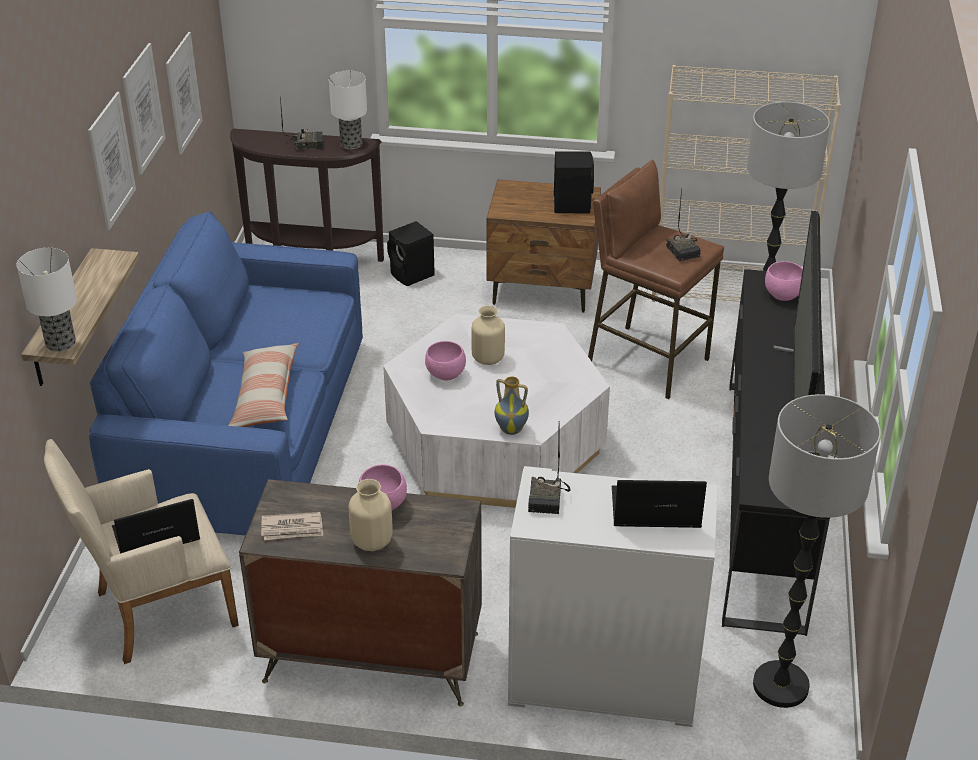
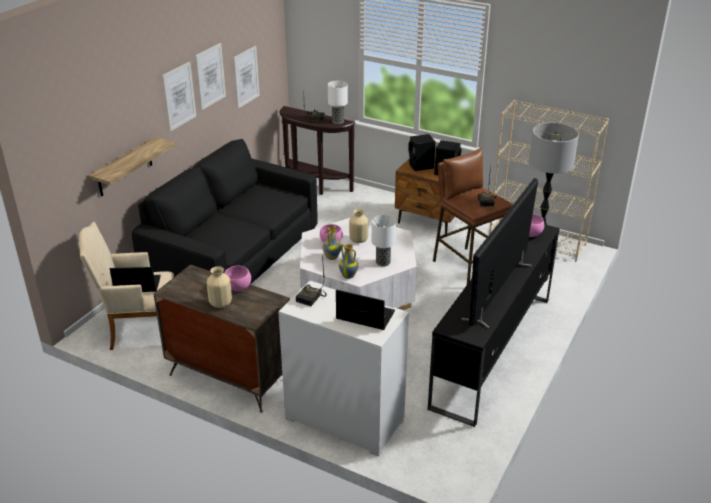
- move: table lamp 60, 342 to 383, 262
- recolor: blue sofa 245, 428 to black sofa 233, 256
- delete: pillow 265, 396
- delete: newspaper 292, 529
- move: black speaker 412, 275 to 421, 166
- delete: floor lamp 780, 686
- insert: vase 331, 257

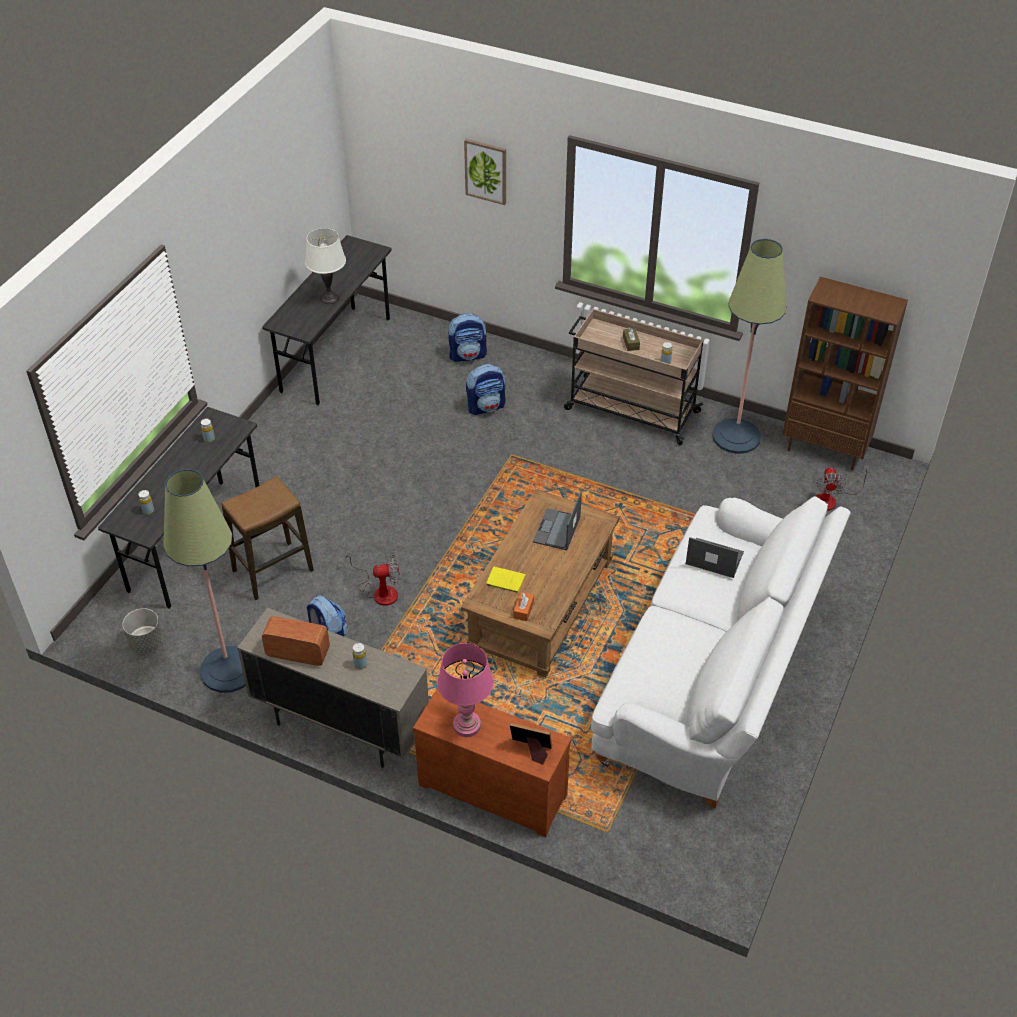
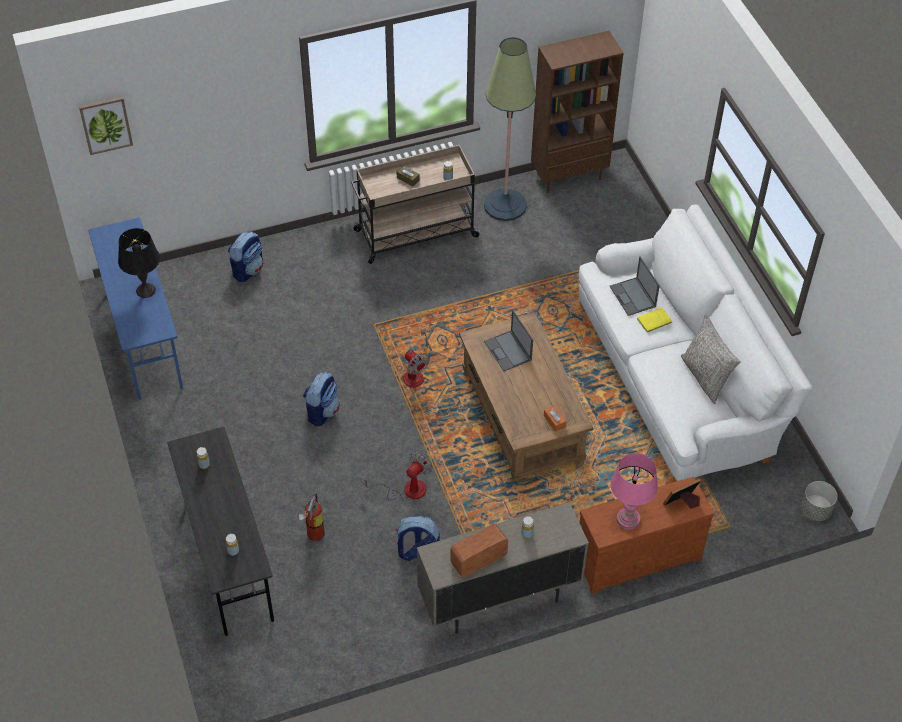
- move: grey planter 146, 643 to 815, 510
- delete: floor lamp 228, 670
- replace: stool 273, 571 to fire extinguisher 313, 535
- recolor: grey desk 336, 354 to blue desk 144, 339
- recolor: white table lamp 329, 298 to black table lamp 145, 290
- move: picture 486, 171 to 106, 124
- move: backpack 486, 406 to 322, 411
- move: yellow book 504, 580 to 653, 321
- rotate: laptop 713, 558 = 633, 297 90 degrees counterclockwise
- move: fan 831, 499 to 415, 373
- insert: grey pillow 705, 377

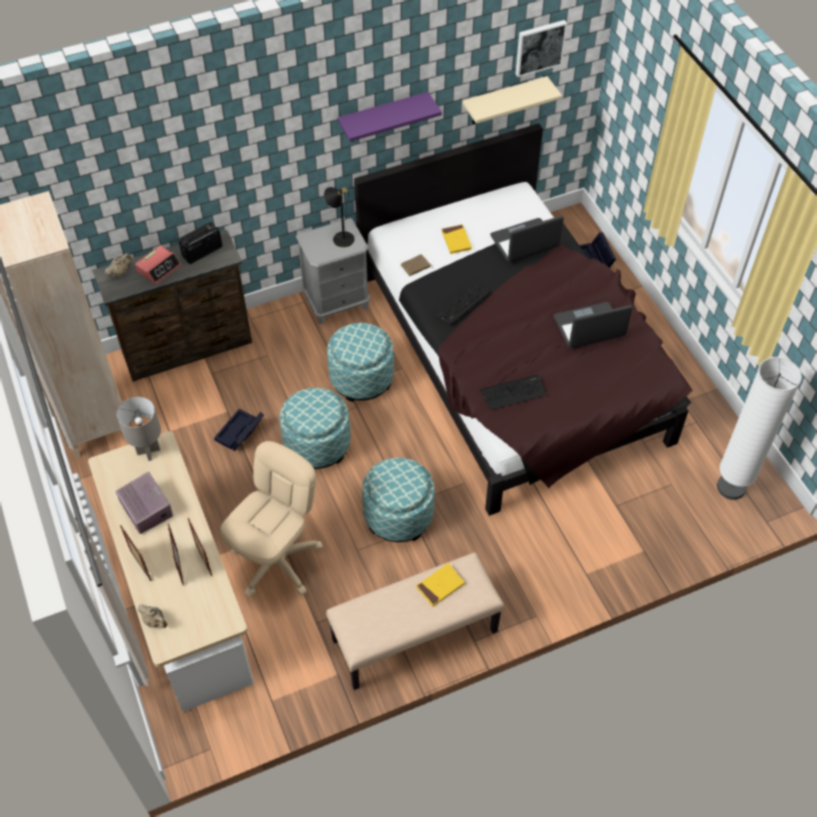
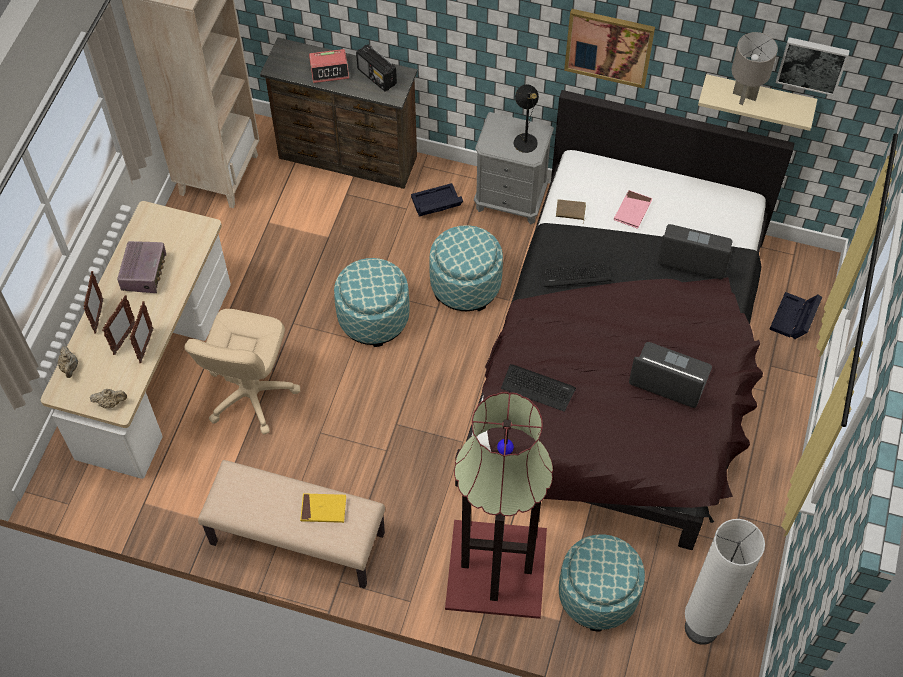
- move: beige teapot 120, 272 to 111, 403
- move: grey table lamp 148, 451 to 744, 95
- rotate: radio 201, 252 = 377, 77 135 degrees counterclockwise
- move: black storage box 240, 434 to 435, 205
- rotate: beige office chair 277, 561 = 250, 394 120 degrees clockwise
- replace: purple shelf 383, 118 to picture 609, 47
- move: ottoman 398, 515 to 597, 595
- recolor: yellow book 456, 240 to pink book 632, 210
- insert: floor lamp 498, 571

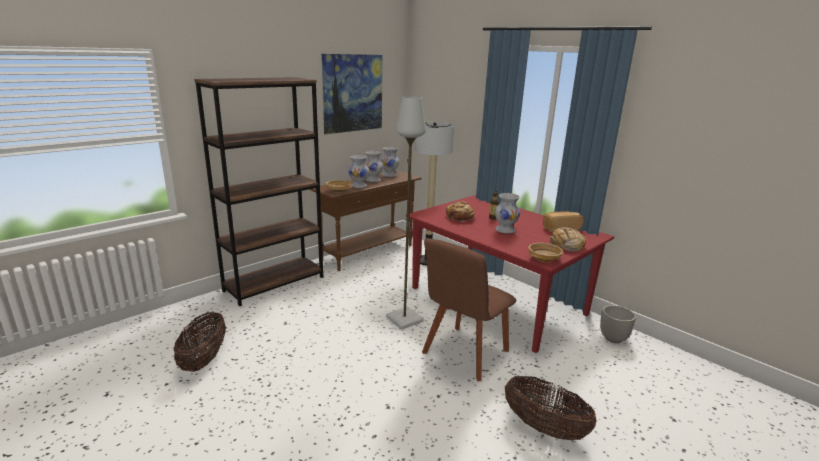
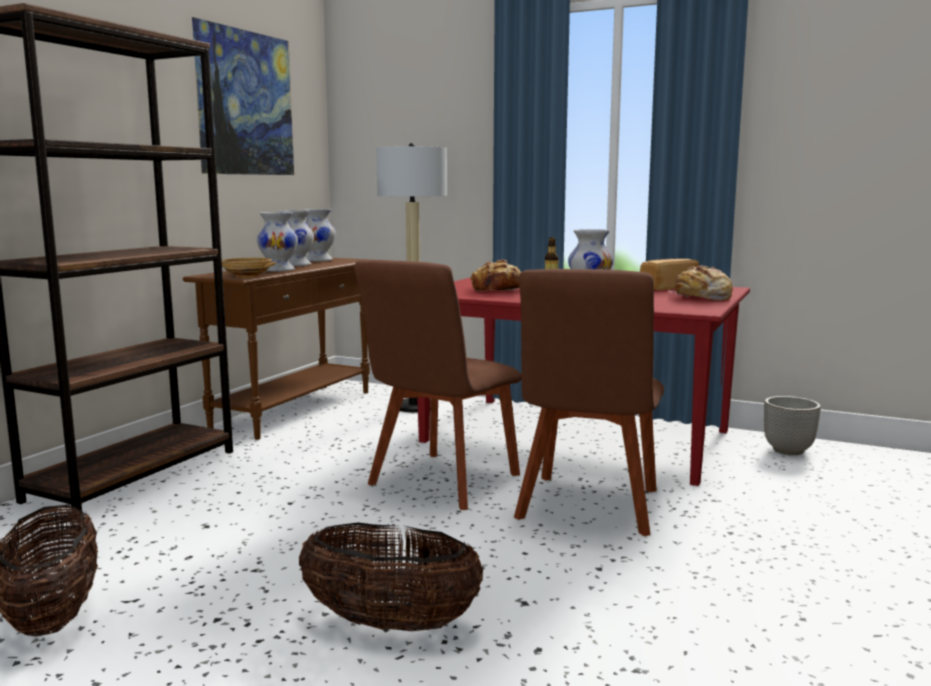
- replace: grey floor lamp 403, 319 to brown chair 440, 482
- move: basket 544, 428 to 390, 623
- delete: beige bowl 544, 258

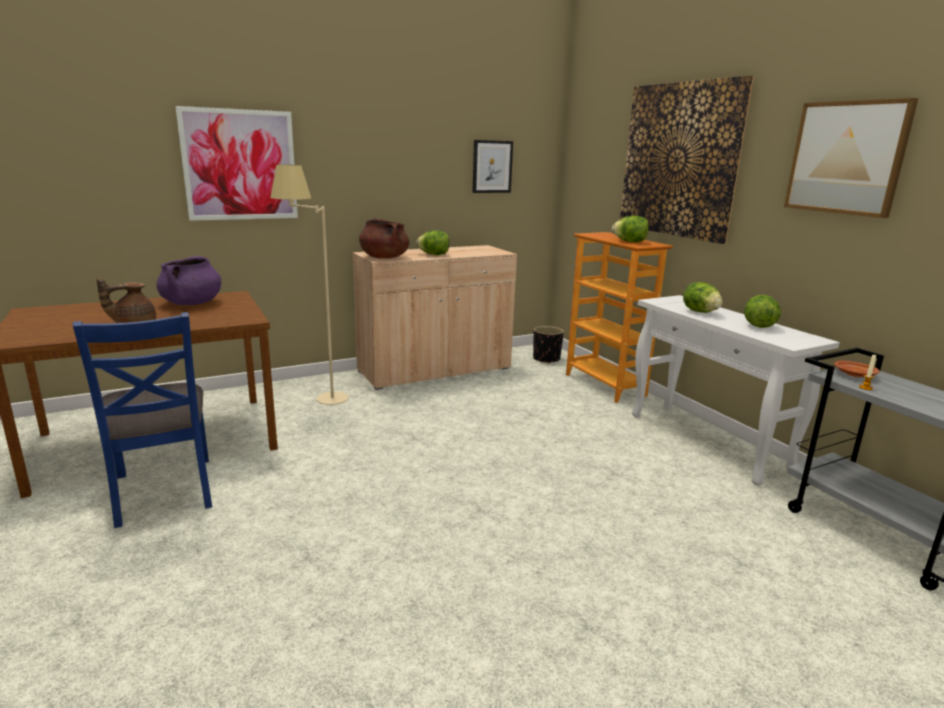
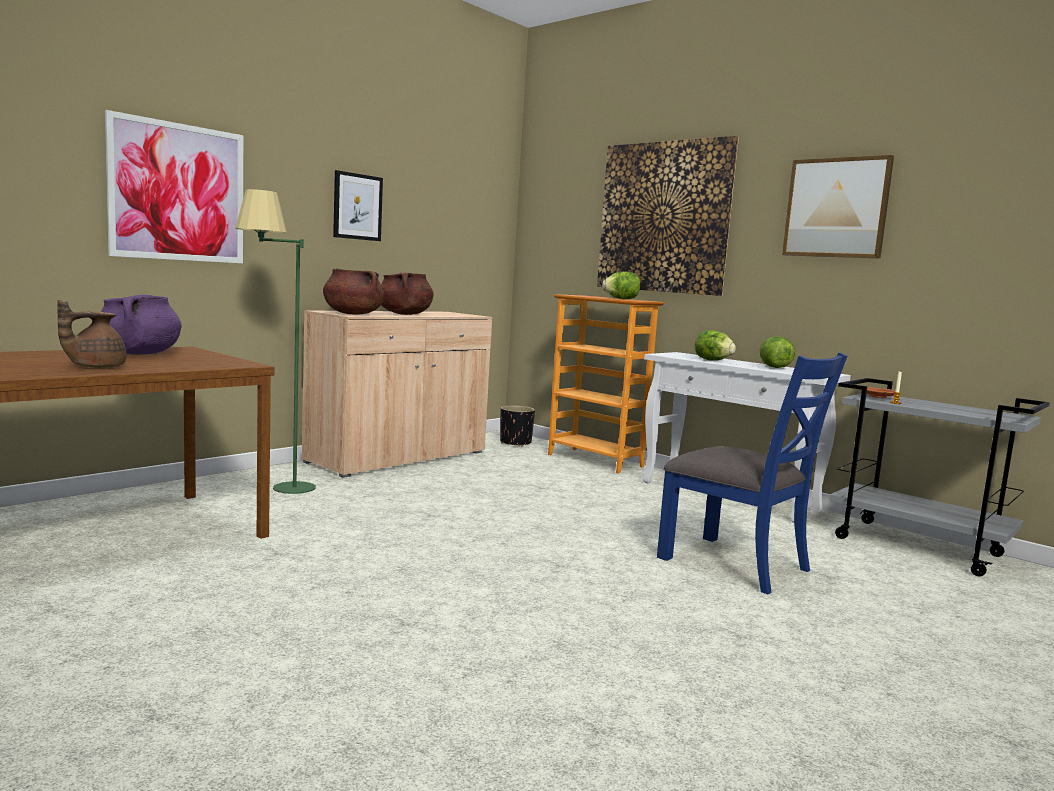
- move: blue chair 163, 490 to 735, 563
- recolor: beige floor lamp 317, 400 to green floor lamp 276, 490
- replace: lettuce 434, 255 to brown cooking pot 404, 314
- move: picture 492, 166 to 357, 206

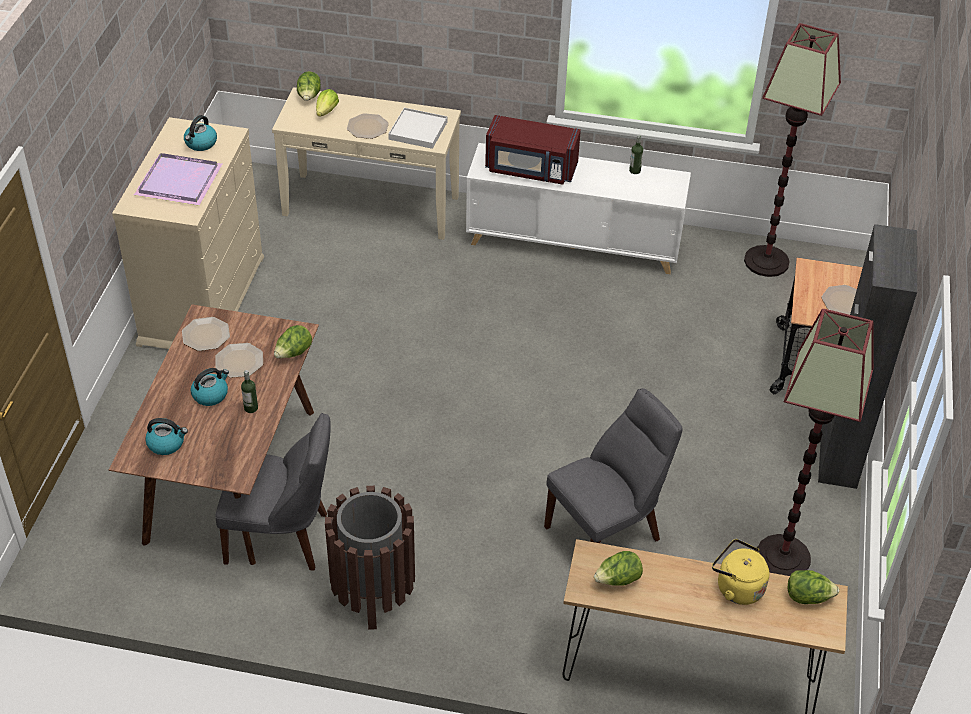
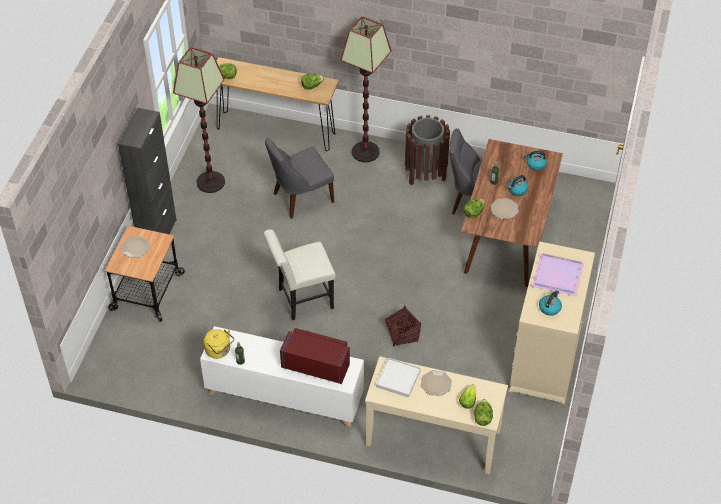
- delete: plate 206, 334
- move: yellow kettle 736, 587 to 219, 351
- move: floor lamp 767, 261 to 365, 152
- insert: white chair 301, 299
- insert: basket 402, 334

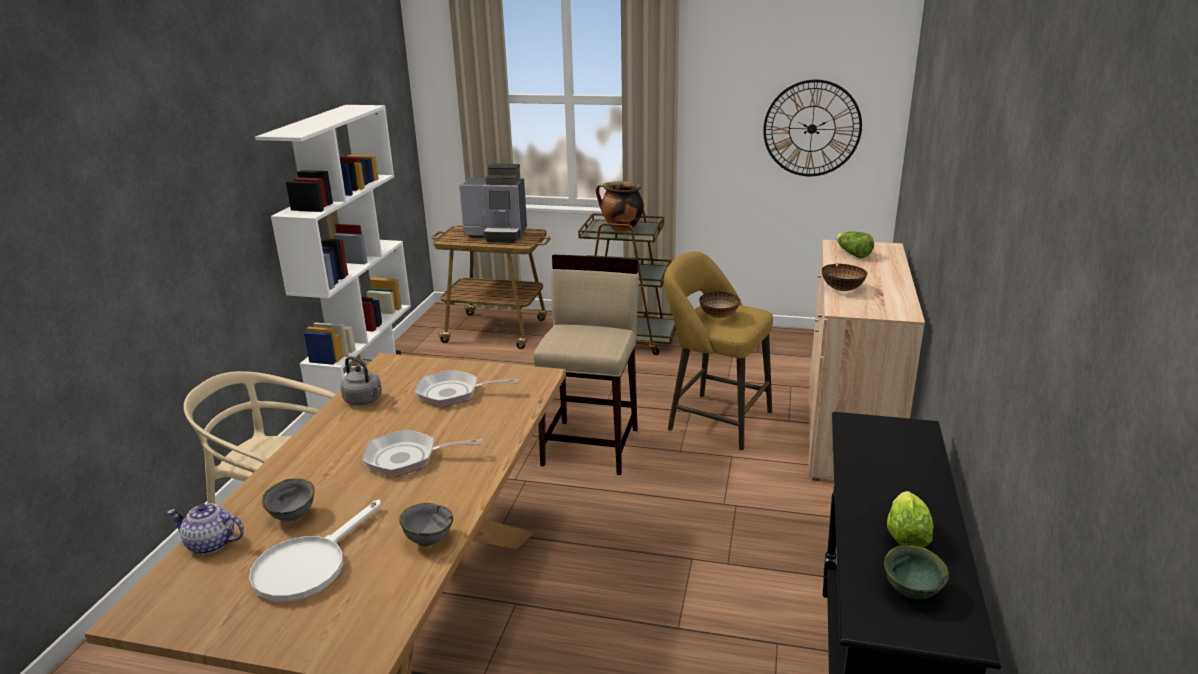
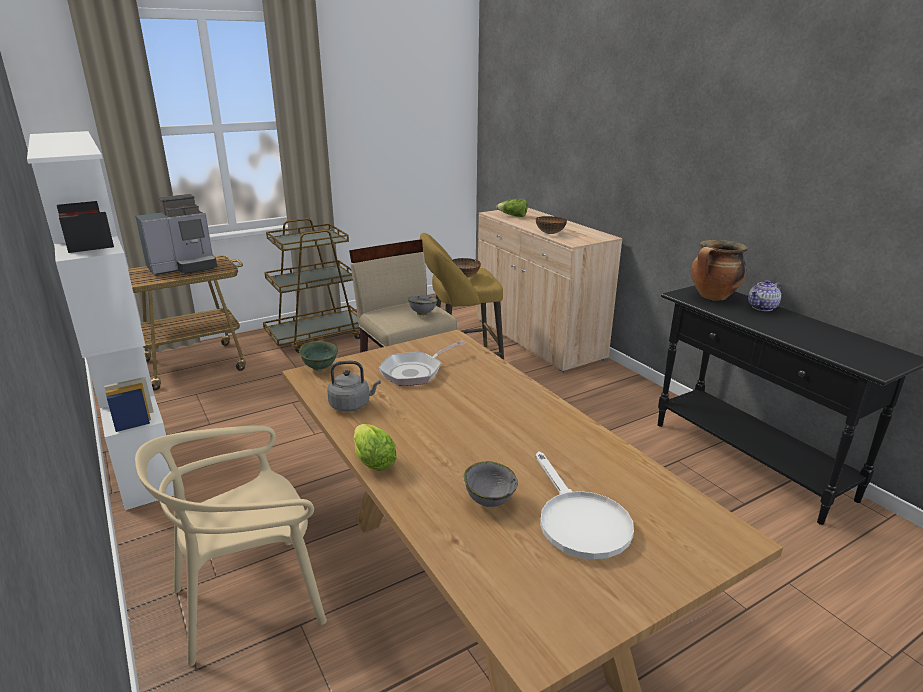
- move: teapot 211, 544 to 762, 307
- delete: frying pan 407, 458
- move: grey bowl 428, 540 to 422, 314
- move: cooking pot 621, 229 to 712, 297
- delete: wall clock 812, 128
- move: green bowl 912, 592 to 320, 368
- move: lettuce 906, 534 to 372, 460

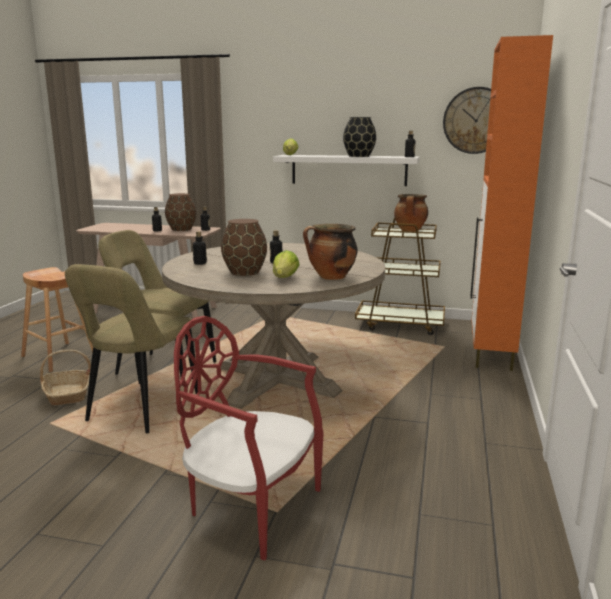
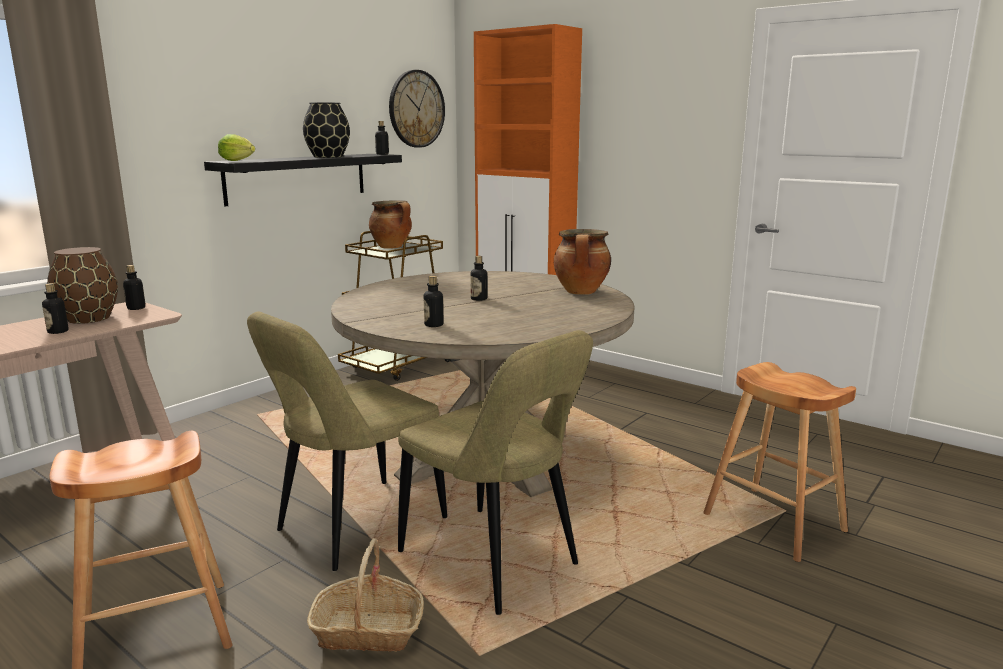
- replace: red chair 251, 507 to brown stool 774, 523
- delete: brown vase 244, 272
- recolor: white shelf 348, 170 to black shelf 297, 178
- delete: lettuce 285, 278

